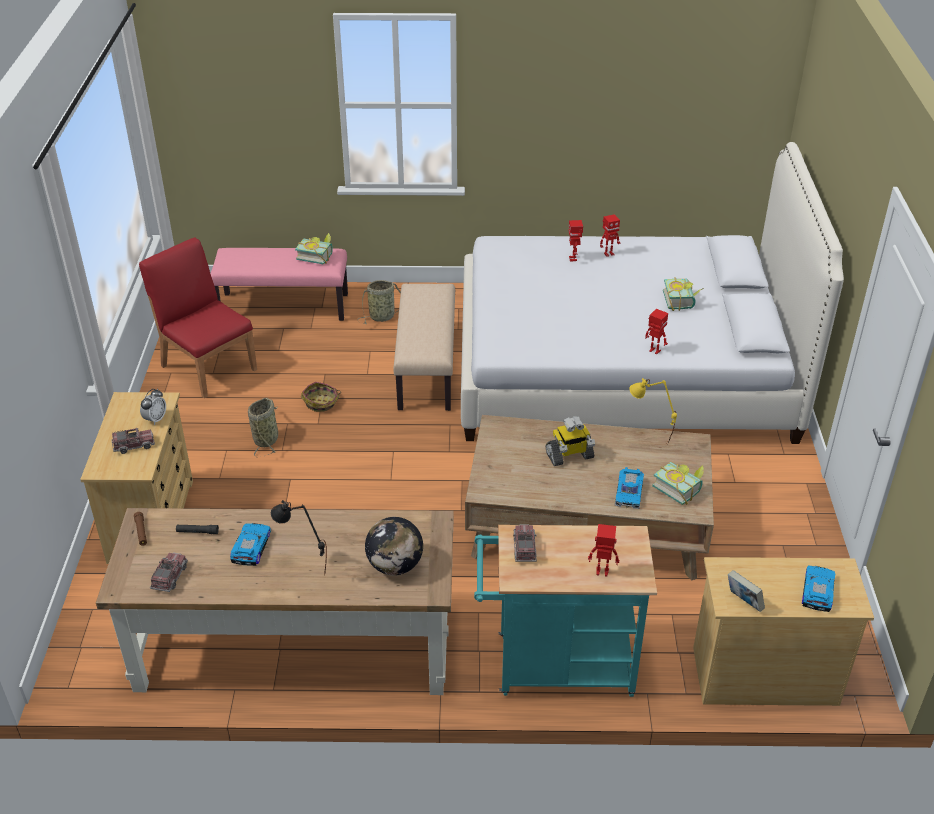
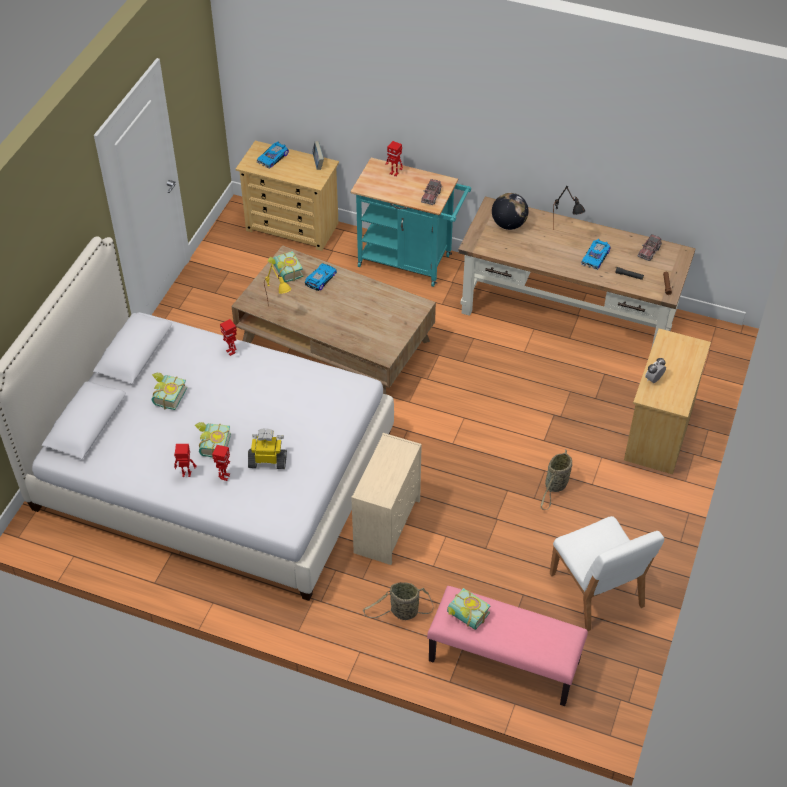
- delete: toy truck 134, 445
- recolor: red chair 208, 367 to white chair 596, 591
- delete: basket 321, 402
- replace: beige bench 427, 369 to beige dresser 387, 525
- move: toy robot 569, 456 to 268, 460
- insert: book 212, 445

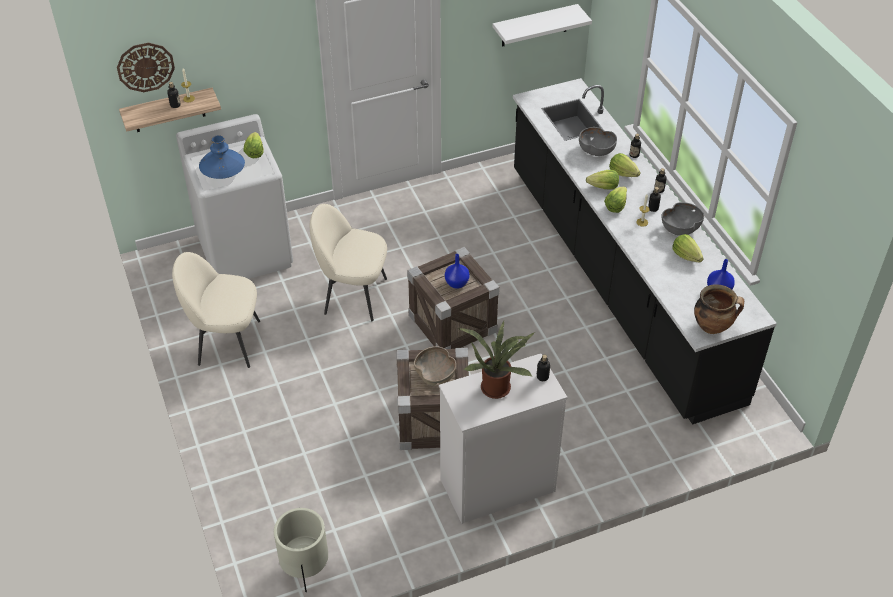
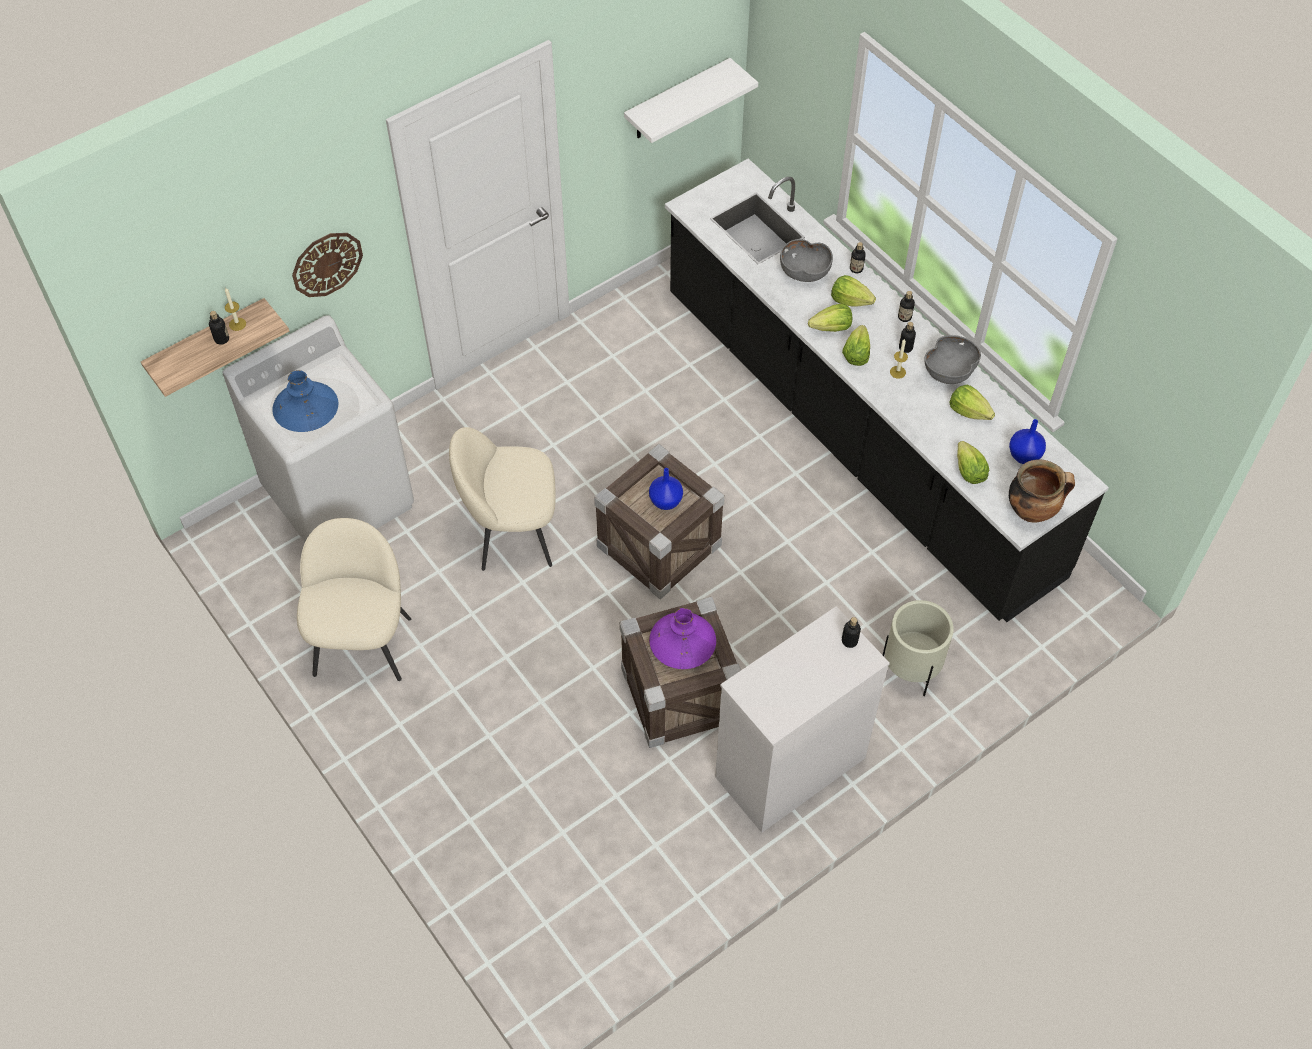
- move: wall clock 145, 67 to 327, 264
- rotate: beige chair 227, 342 = 363, 643 105 degrees clockwise
- move: lettuce 254, 152 to 968, 471
- move: beige planter 305, 569 to 911, 670
- replace: brown bowl 435, 375 to purple vase 682, 646
- delete: potted plant 497, 386

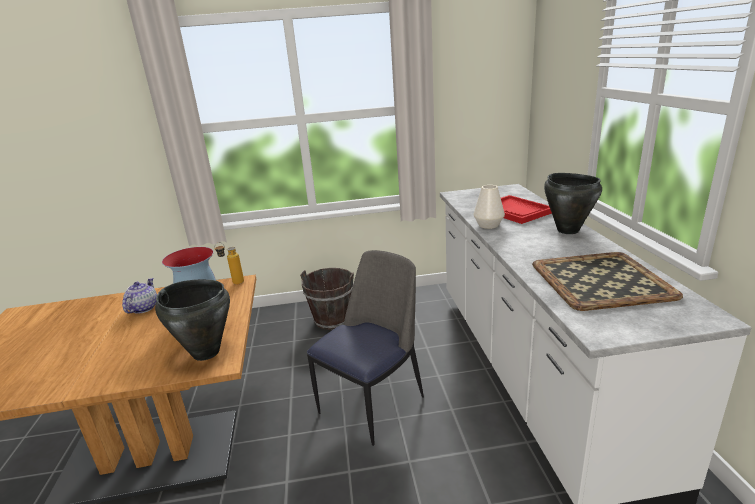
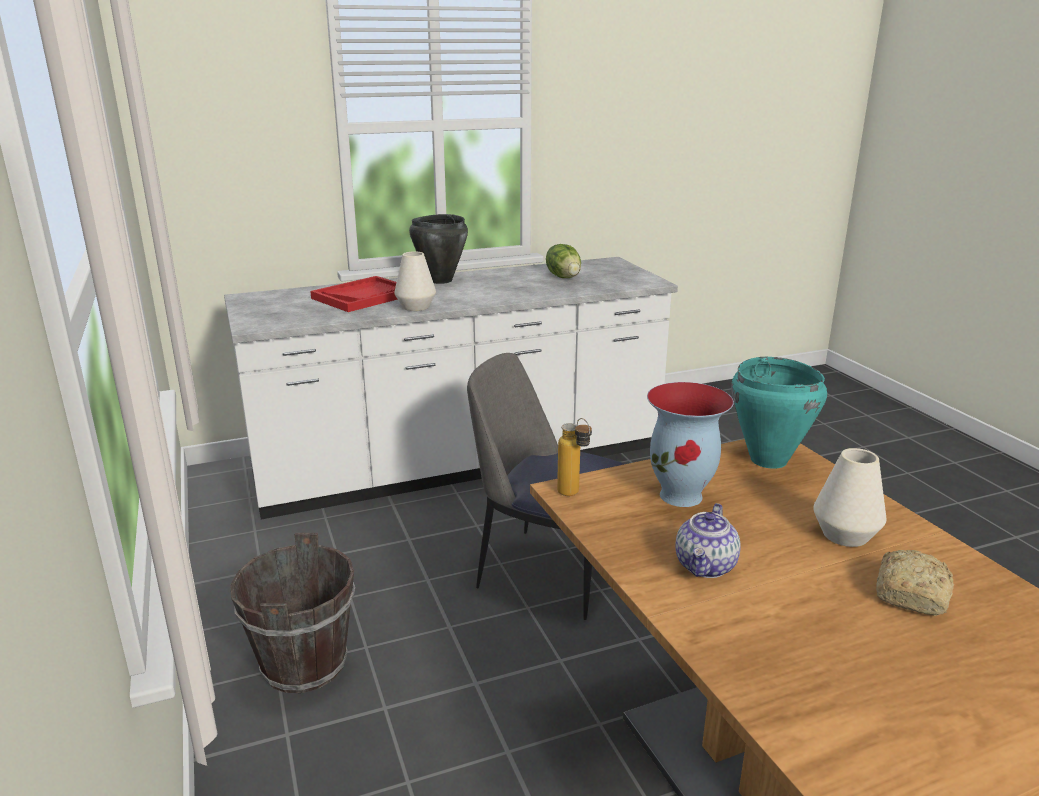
- rotate: teapot 143, 308 = 706, 566 60 degrees counterclockwise
- recolor: black cooking pot 206, 352 to turquoise cooking pot 768, 460
- replace: tray 602, 281 to lettuce 564, 277
- insert: white vase 845, 535
- insert: bread 912, 594

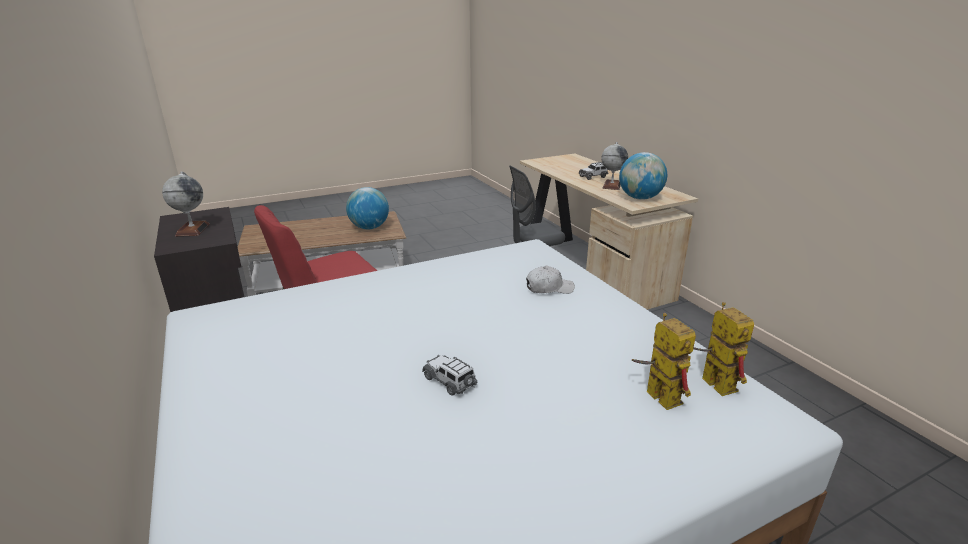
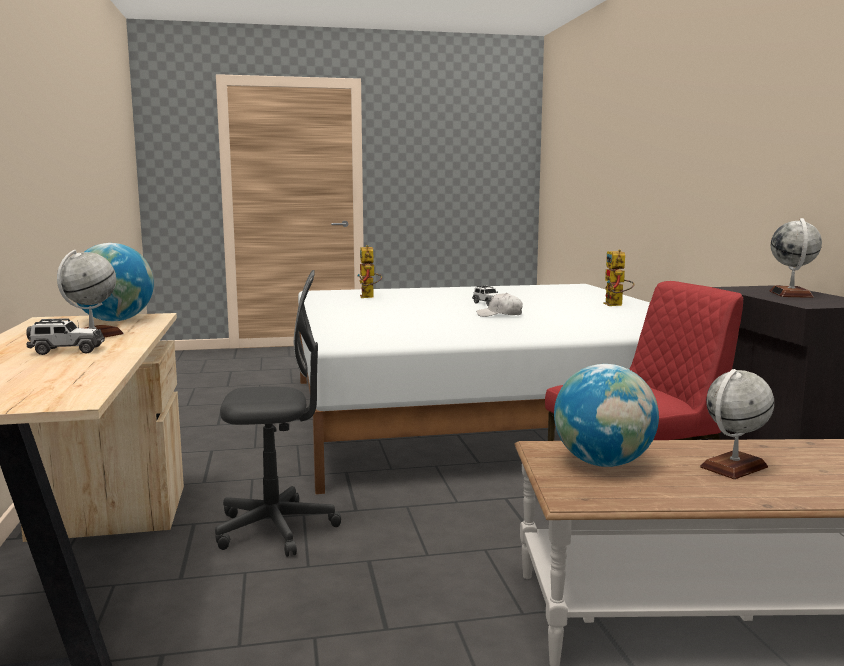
- move: white cap 549, 288 to 499, 315
- move: toy robot 711, 381 to 616, 305
- insert: globe 733, 467

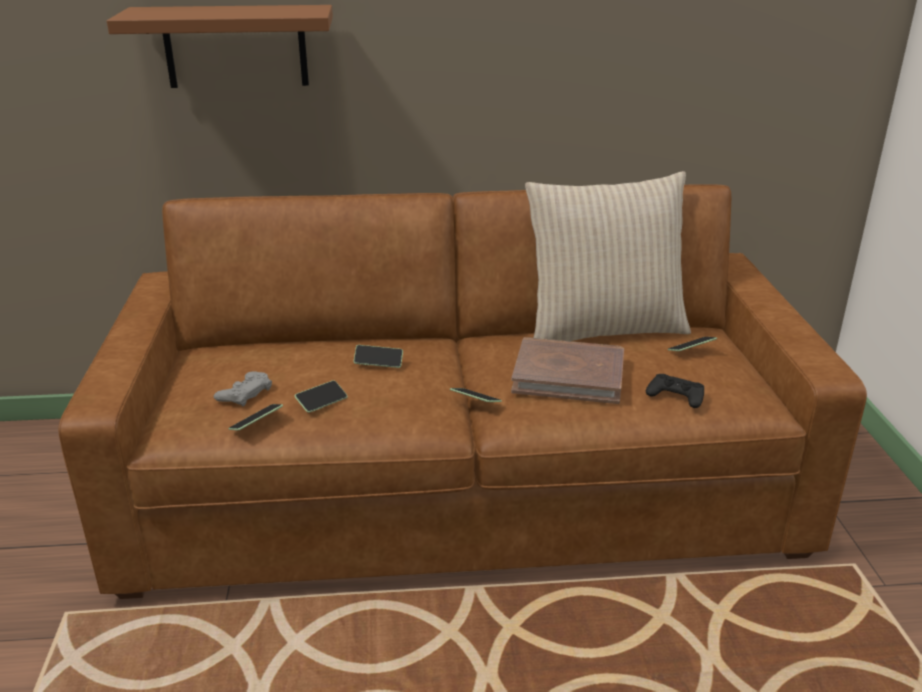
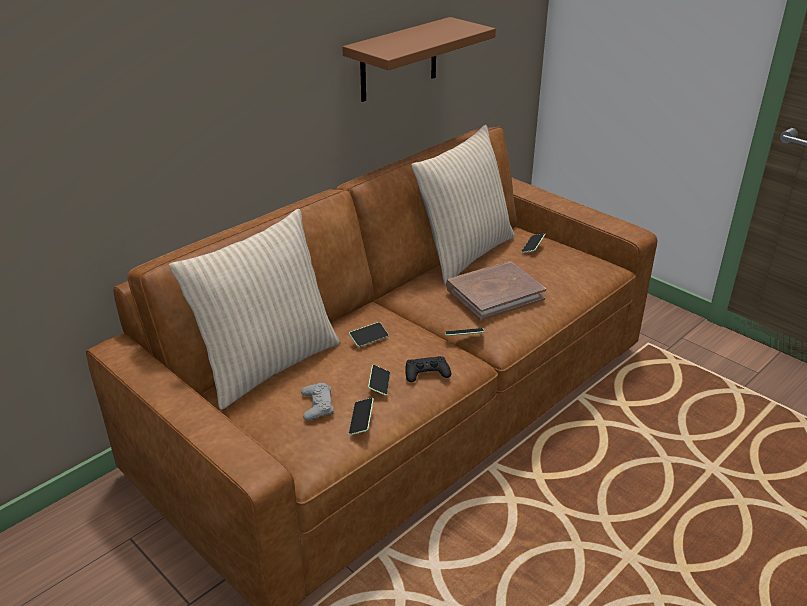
- move: brown shelf 235, 46 to 399, 60
- move: black game controller 676, 396 to 426, 373
- insert: beige pillow 267, 364

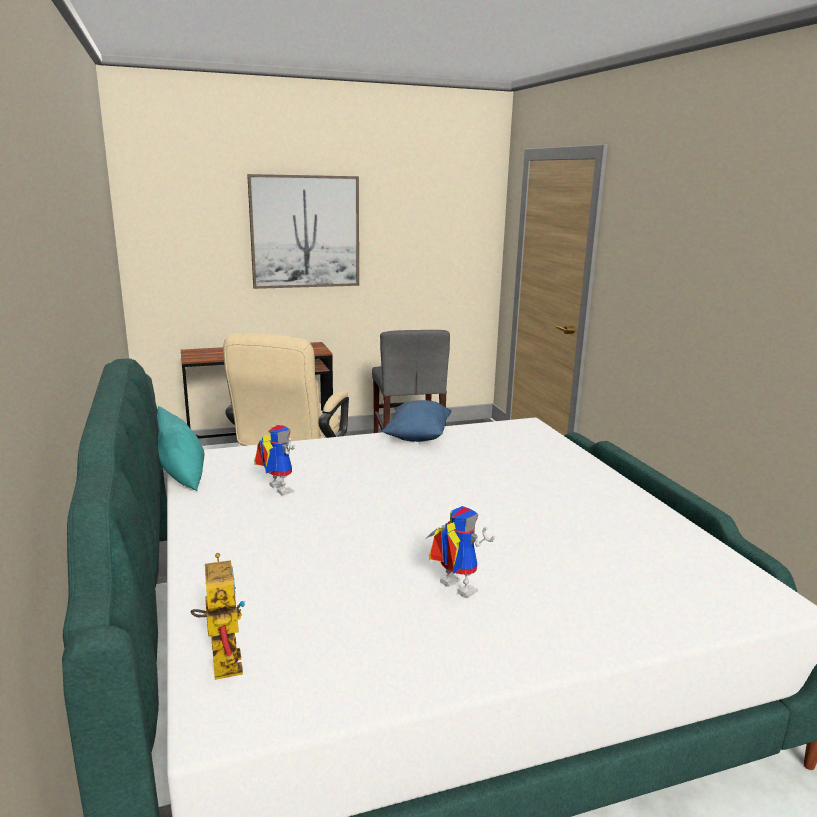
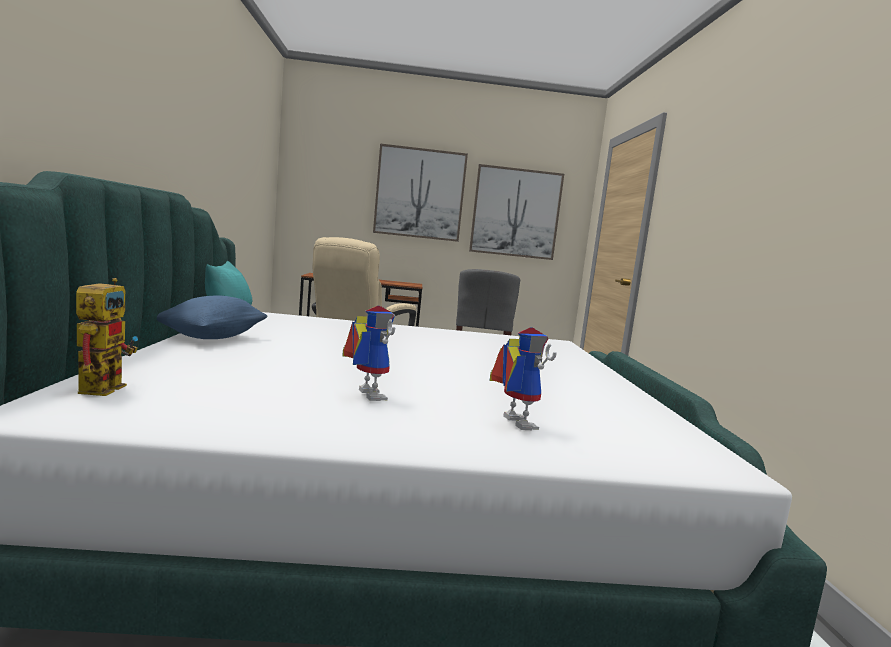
- move: toy robot 275, 489 to 512, 422
- move: blue pillow 417, 437 to 212, 337
- insert: picture 515, 213

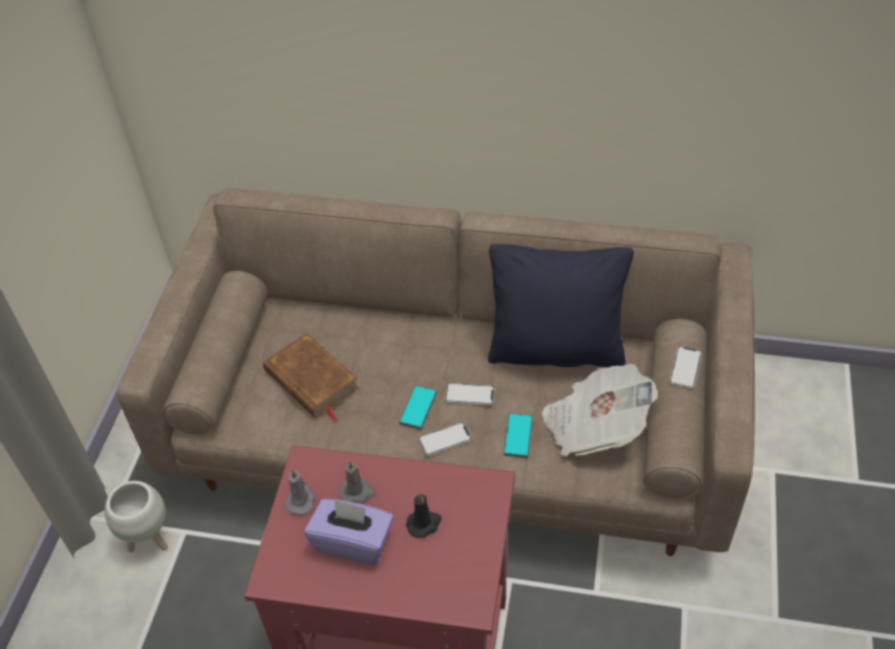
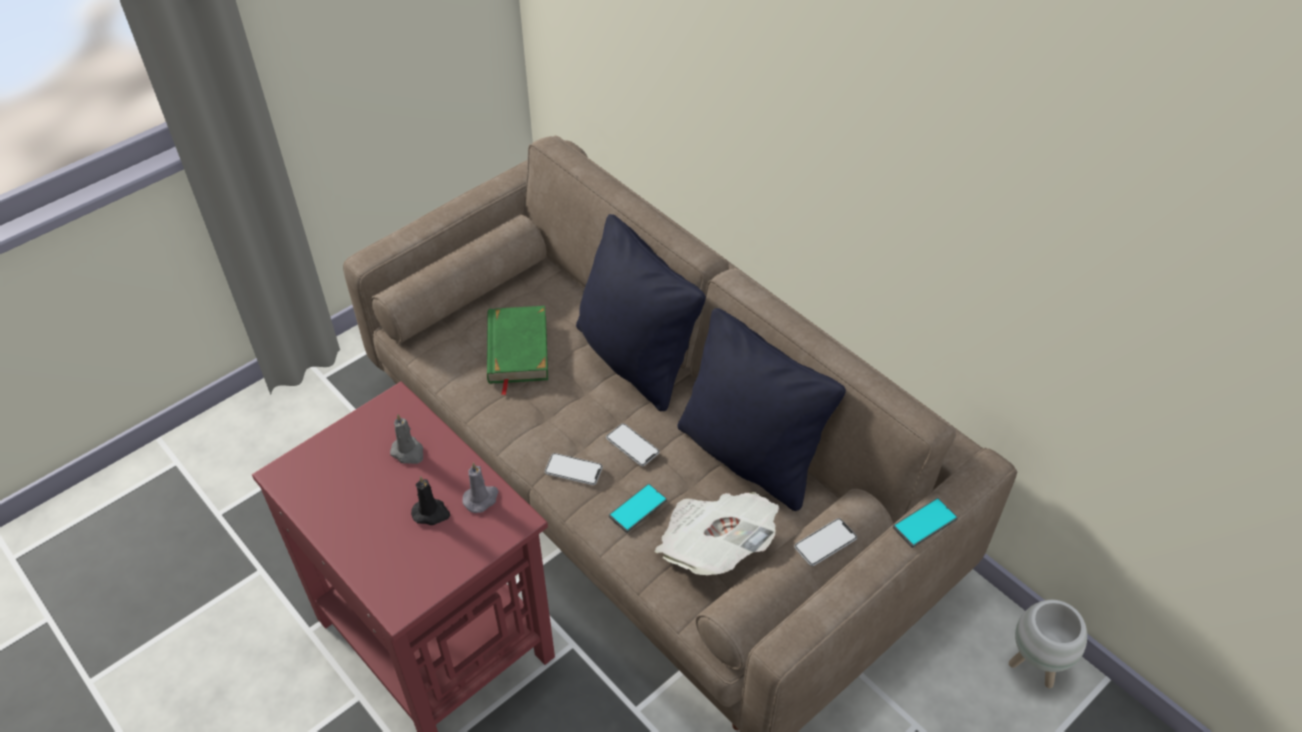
- move: white planter 150, 540 to 1035, 666
- recolor: brown book 311, 380 to green book 517, 350
- move: grey candle 301, 500 to 481, 498
- delete: purple tissue box 353, 541
- move: phone 418, 407 to 925, 523
- insert: black pillow 635, 359

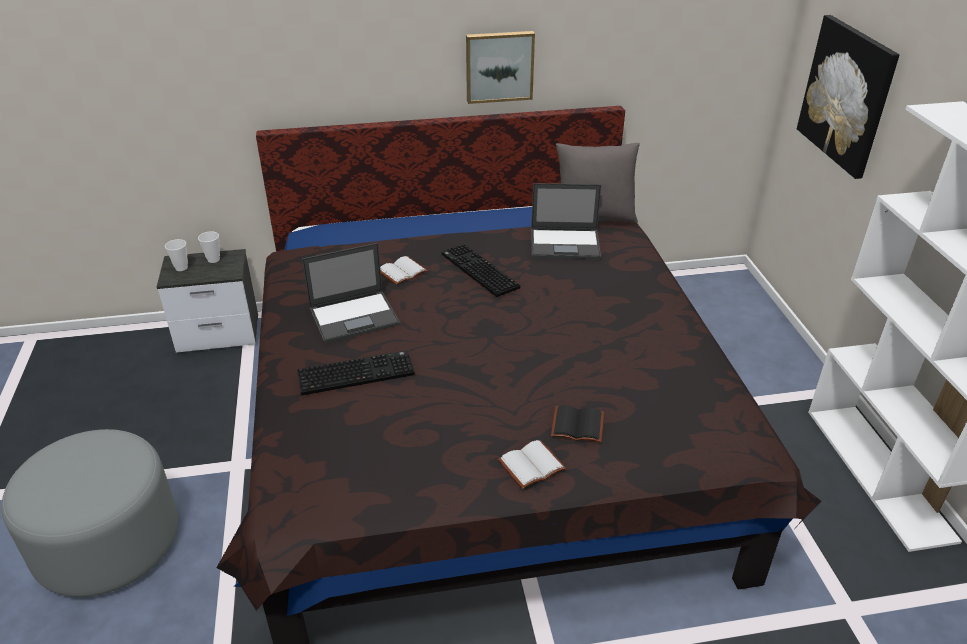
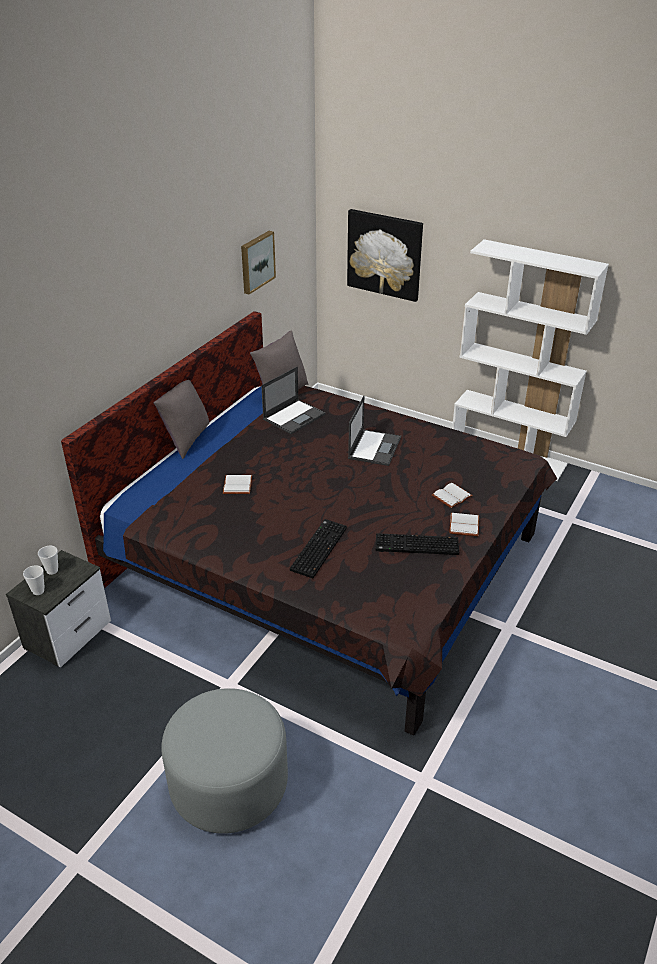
- move: laptop 355, 316 to 374, 447
- move: keyboard 477, 271 to 416, 546
- move: picture 499, 66 to 256, 261
- recolor: black book 578, 424 to white book 451, 495
- insert: grey pillow 186, 440

